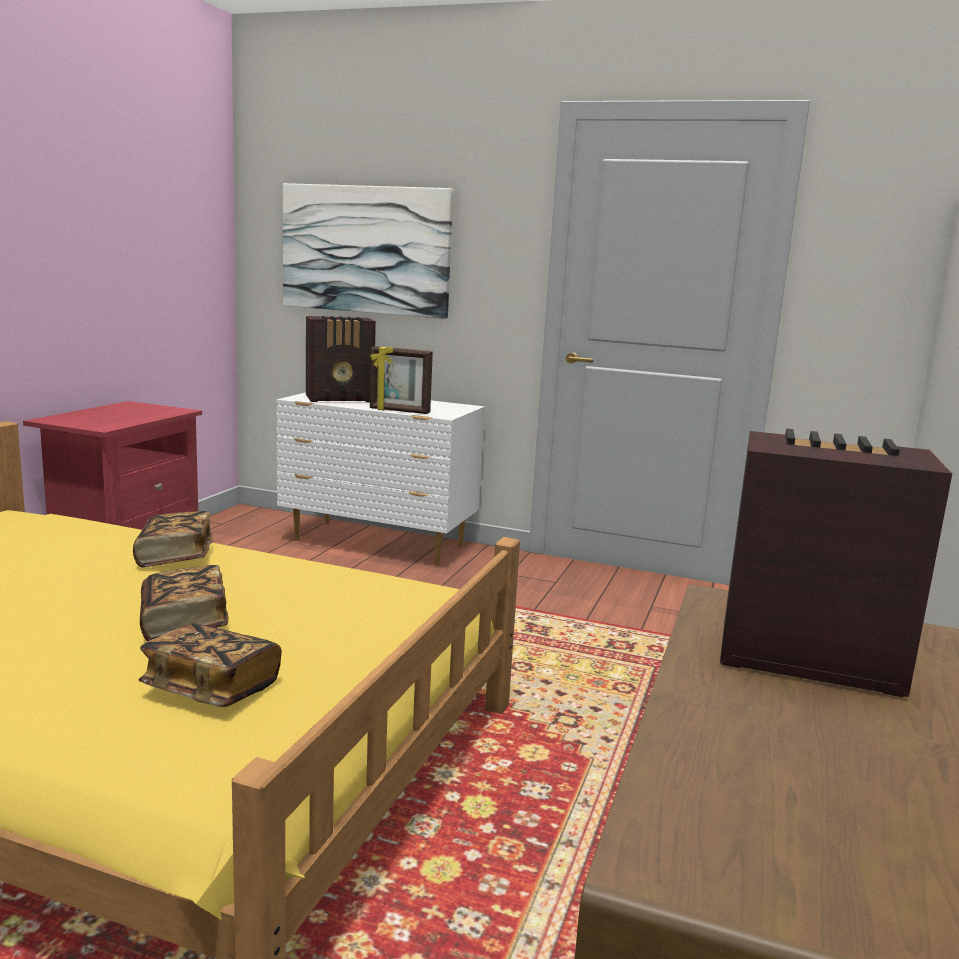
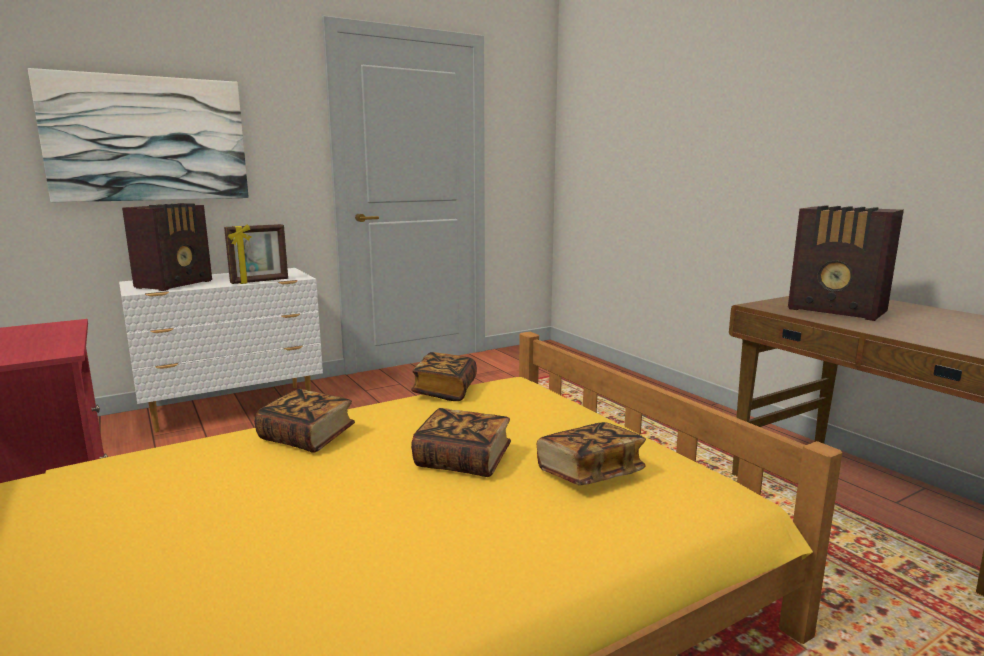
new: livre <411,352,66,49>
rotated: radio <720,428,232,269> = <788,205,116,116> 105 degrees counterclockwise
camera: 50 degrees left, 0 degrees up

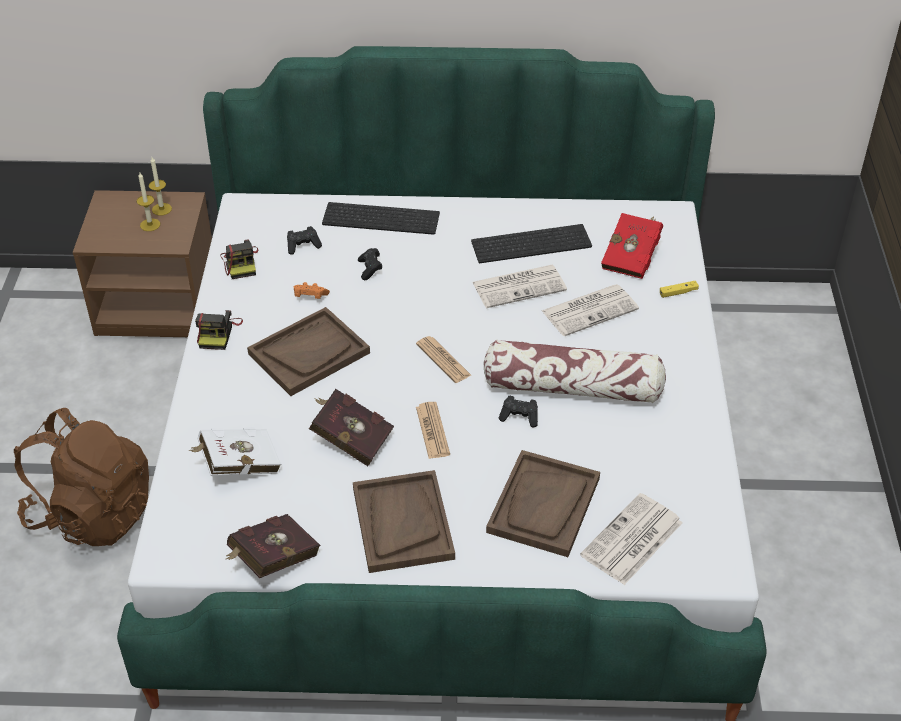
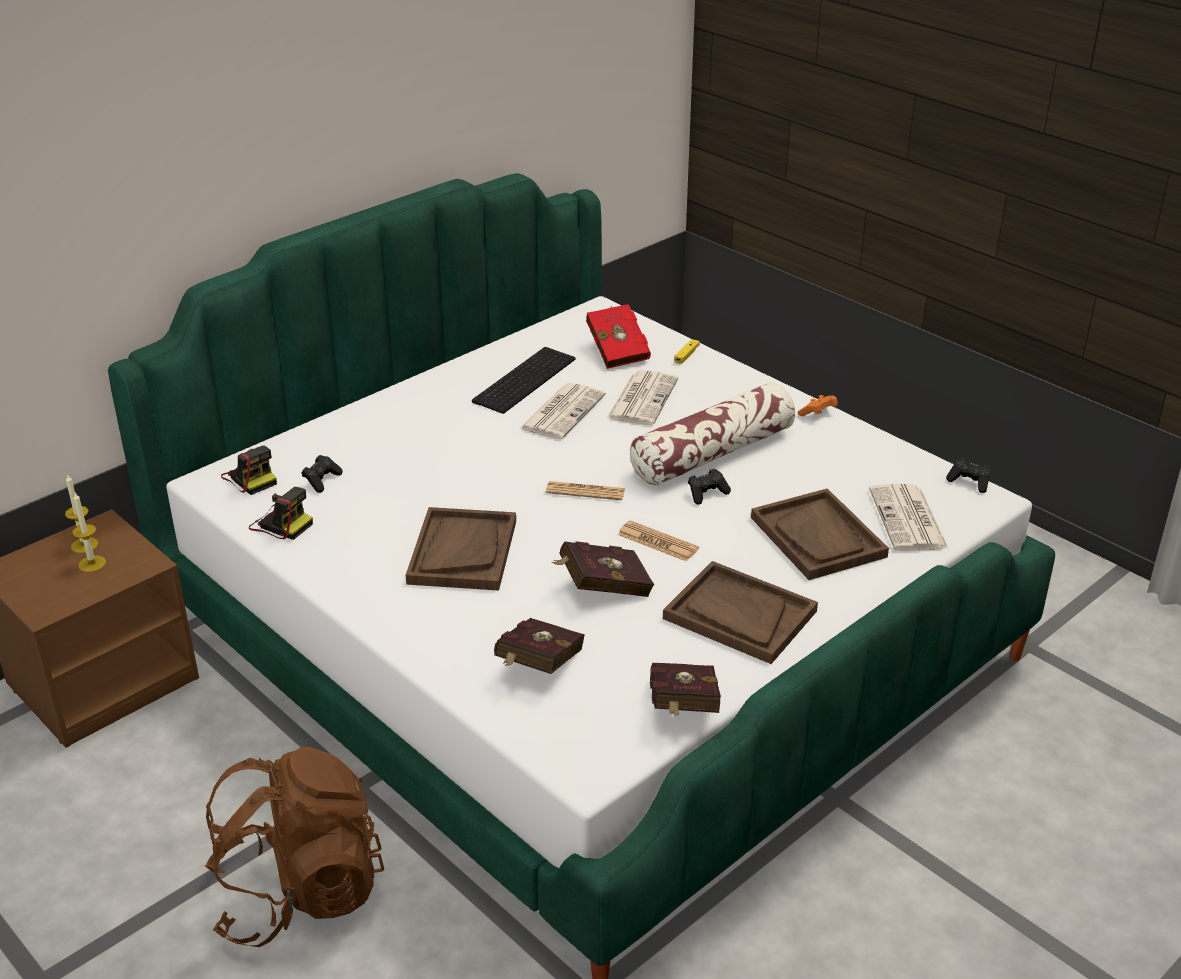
gone: clavier <322,202,118,33>
shifted: manette [noir] <358,248,25,32> to <946,457,45,36>; manette [orange] <294,282,36,17> to <798,395,40,21>; appareil photo <195,310,48,40> to <221,445,56,50>
repainted: livre [blanc] <189,427,92,49> to livre [rouge] <494,618,91,56>
camera: 45 degrees left, 10 degrees down

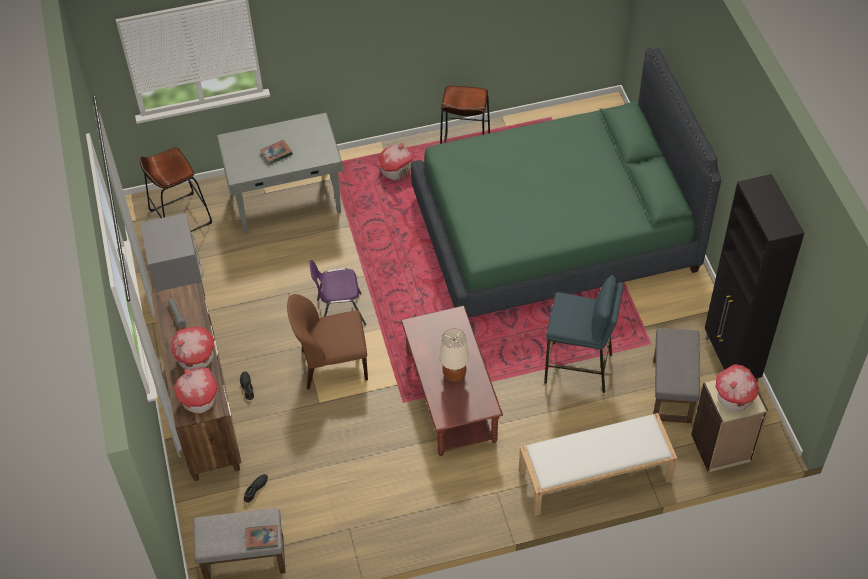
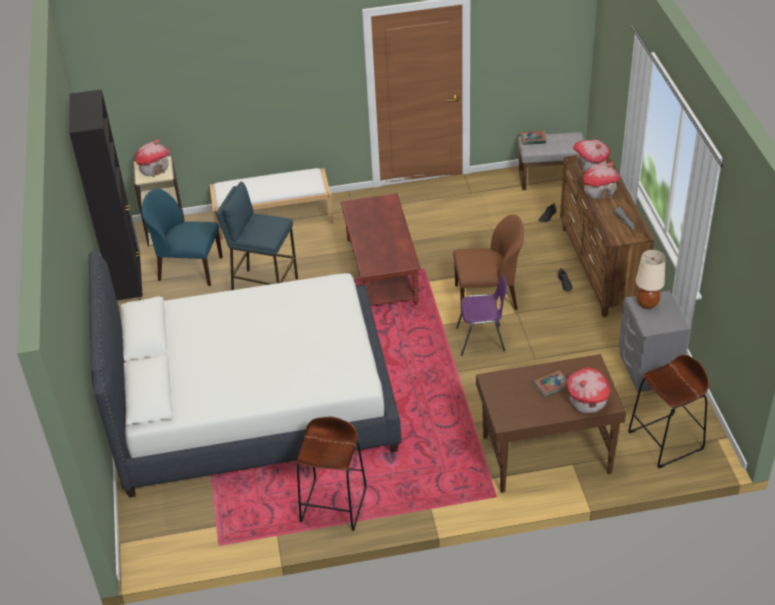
shifted: maison miniature <379,143,35,37> to <567,367,44,46>; lampe de table [beige] <440,328,29,54> to <636,250,29,59>
swapped: pouf [gris] <653,328,47,95> to chaise [bleu] <141,189,82,97>
repainted: lit [vert] <411,48,310,270> to lit [blanc] <89,251,312,247>; bureau [gris] <216,113,127,121> to bureau [marron] <476,354,150,139>
camera: 175 degrees left, 10 degrees down

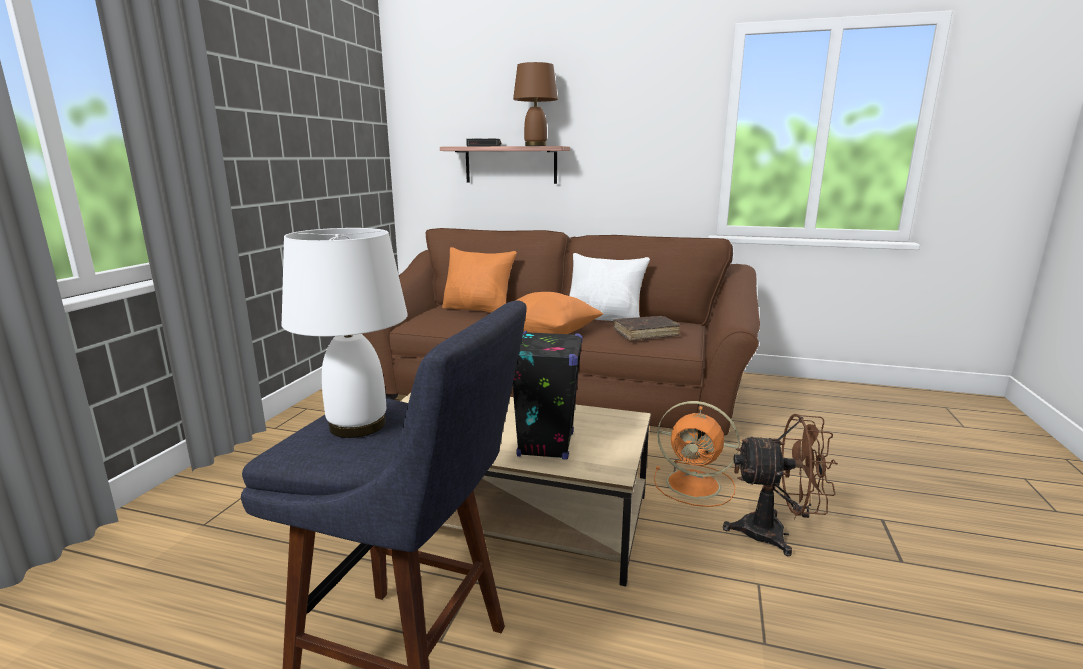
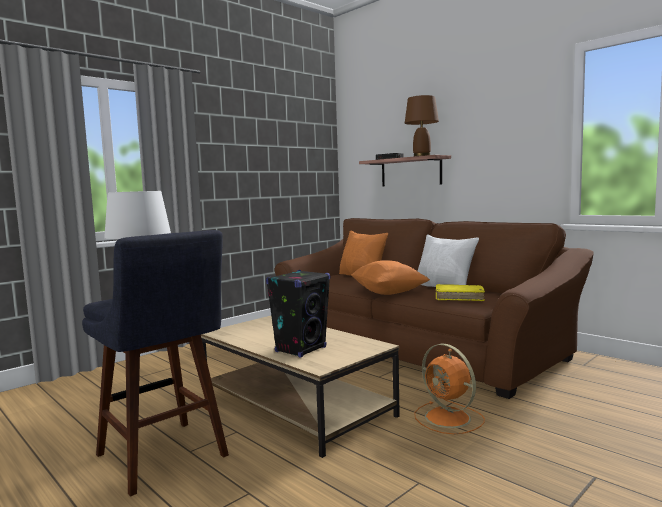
gone: ventilateur [marron] <723,414,115,142>
repainted: livre [marron] <613,316,67,25> to livre [jaune] <436,284,49,17>
camera: 30 degrees right, 10 degrees down

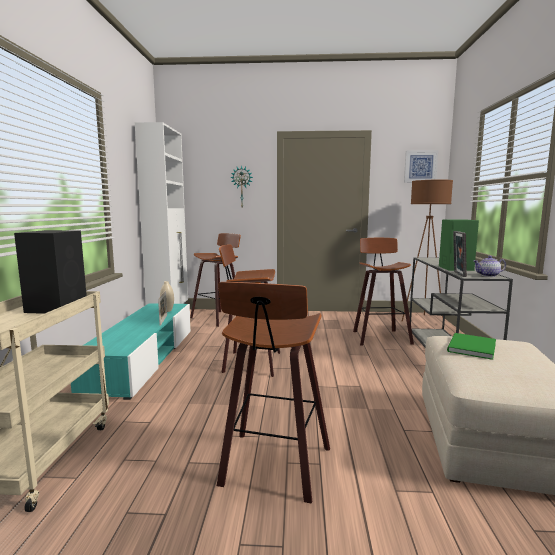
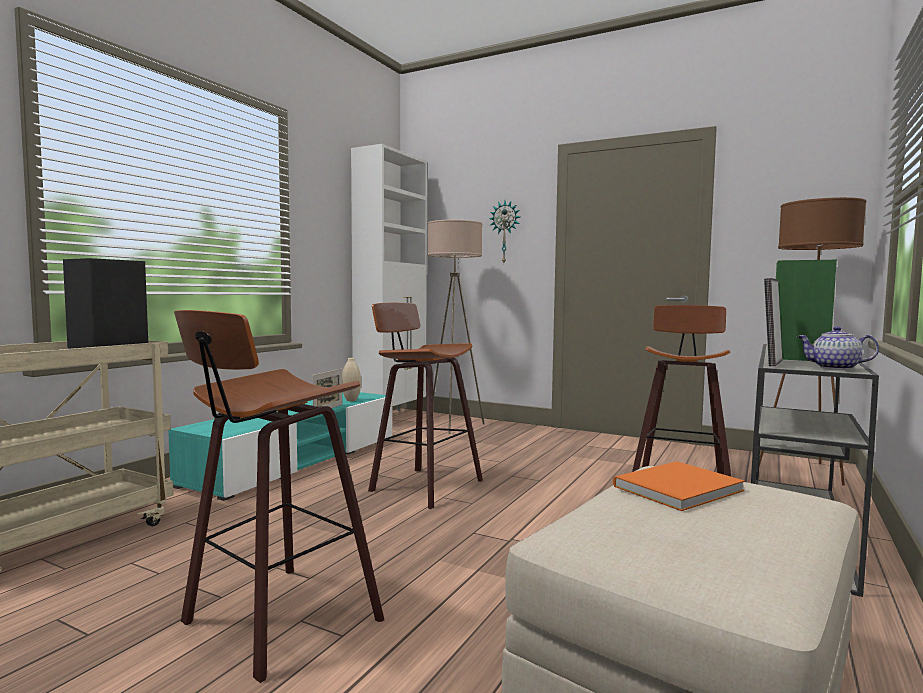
gone: tableau <404,150,34,33>
swapped: tabouret <190,233,51,94> to lampadaire [beige] <428,220,57,214>
repainted: livre [vert] <447,333,49,27> to livre [orange] <613,461,132,50>
camera: 25 degrees right, 5 degrees down

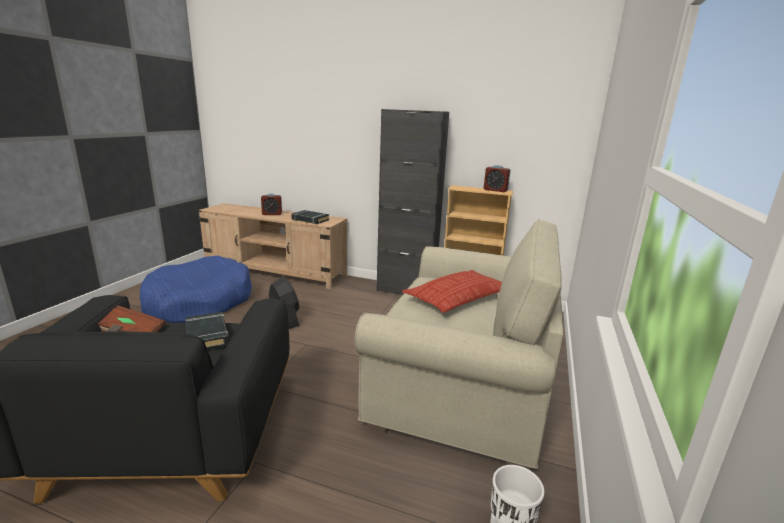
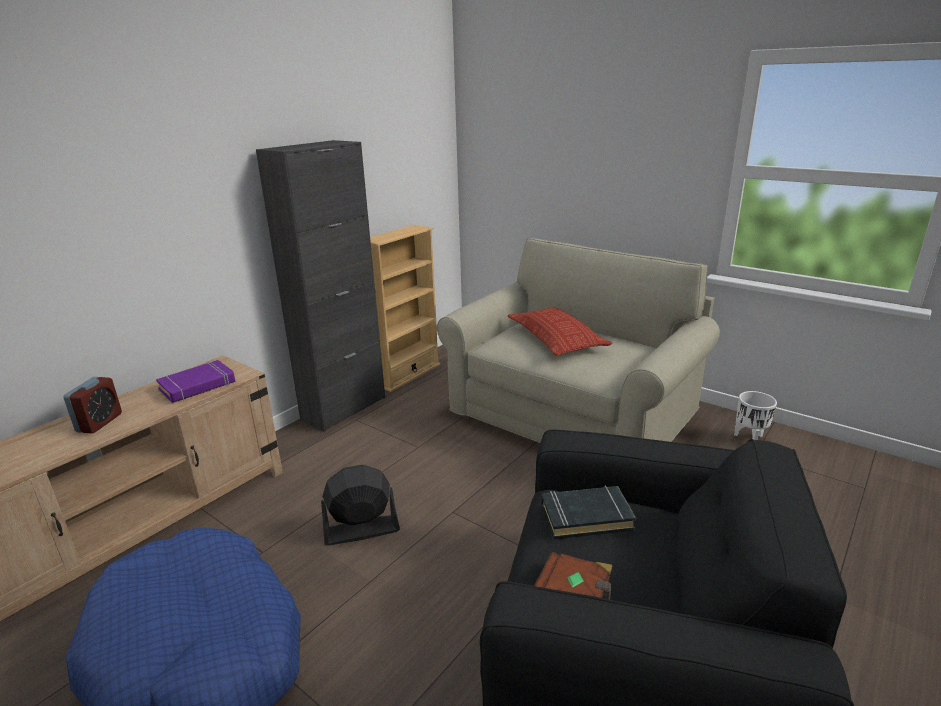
gone: réveil <484,165,27,27>
repainted: livre [noir] <291,210,38,14> to livre [violet] <156,360,80,43>
camera: 70 degrees left, 5 degrees up

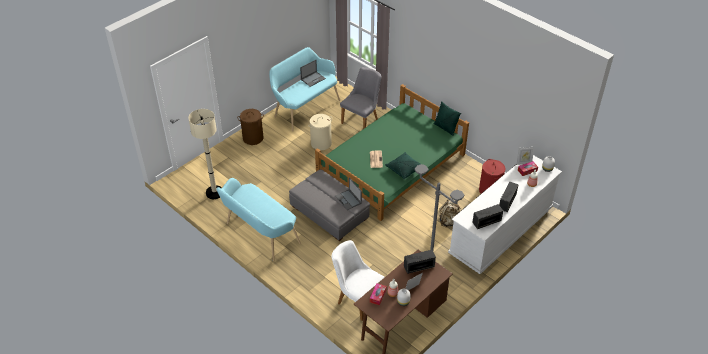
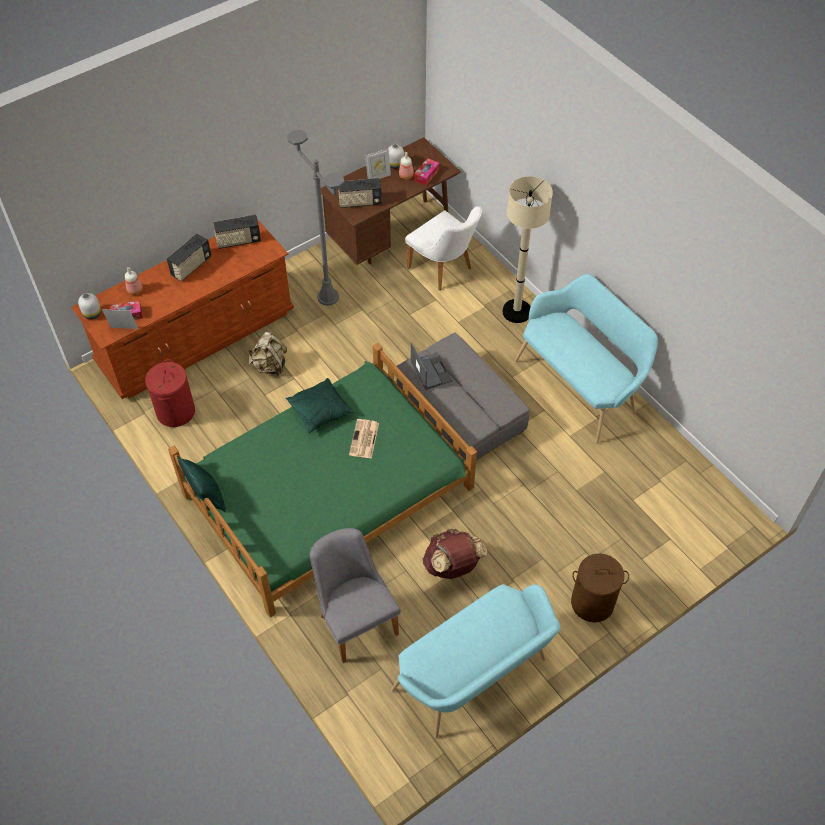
gone: ordinateur portable <300,60,26,27>
shifted: lampadaire [beige] <188,109,34,90> to <503,176,50,147>
swapped: panier à linge [beige] <308,114,24,36> to sac à dos [marron] <423,529,65,50>
repainted: commode [blanc] <448,155,114,119> to commode [marron] <71,219,223,180>
rotated: chaise [gris] <340,67,41,62> = <310,528,91,135> 105 degrees clockwise
camera: 170 degrees left, 10 degrees up

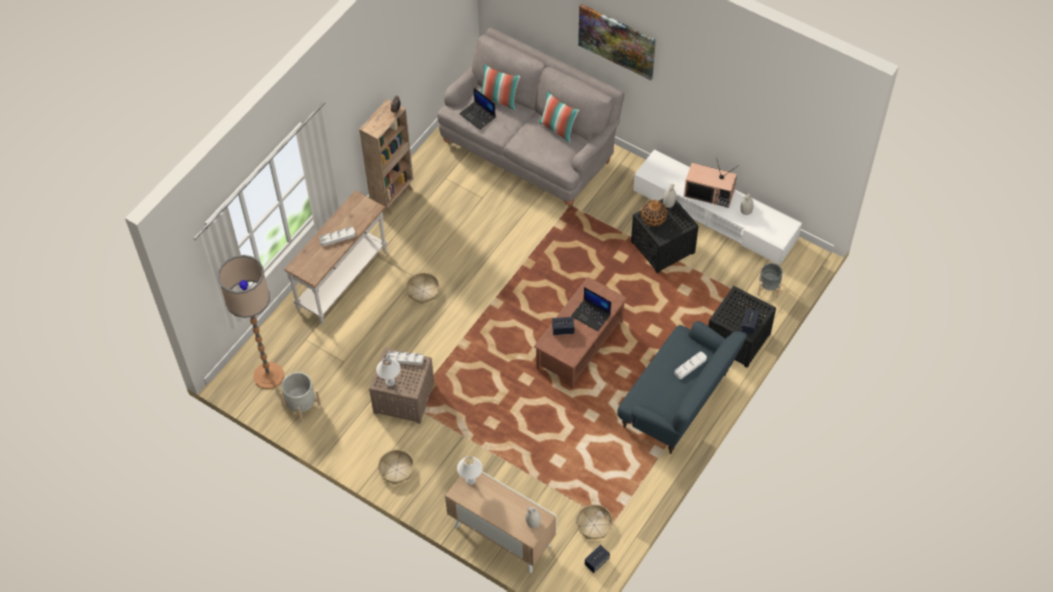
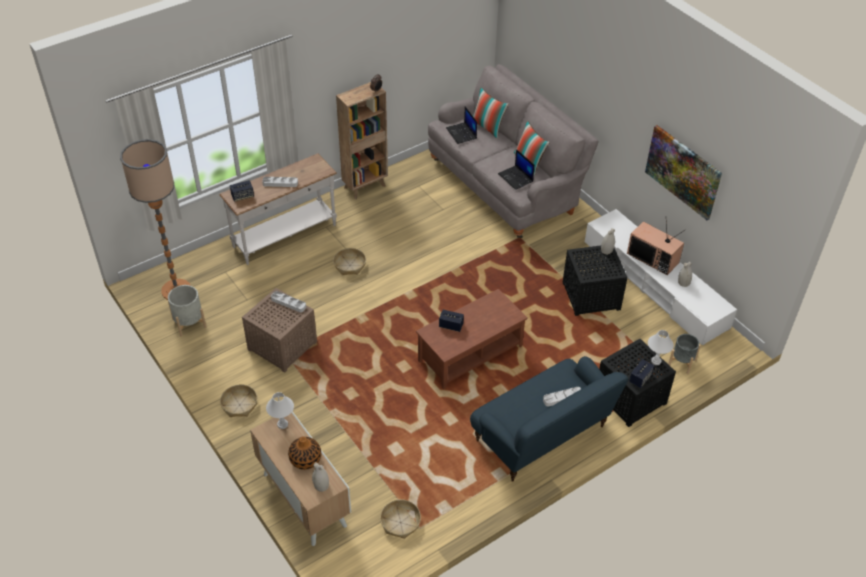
shifted: tableau <578,4,78,76> to <645,125,77,95>; vase <641,200,26,26> to <288,436,33,34>; ordinateur portable <571,287,40,44> to <498,149,37,41>; lampe de table [blanc] <376,357,25,29> to <648,330,26,35>; enceinte <585,545,25,28> to <230,180,24,22>
camera: 20 degrees right, 10 degrees down

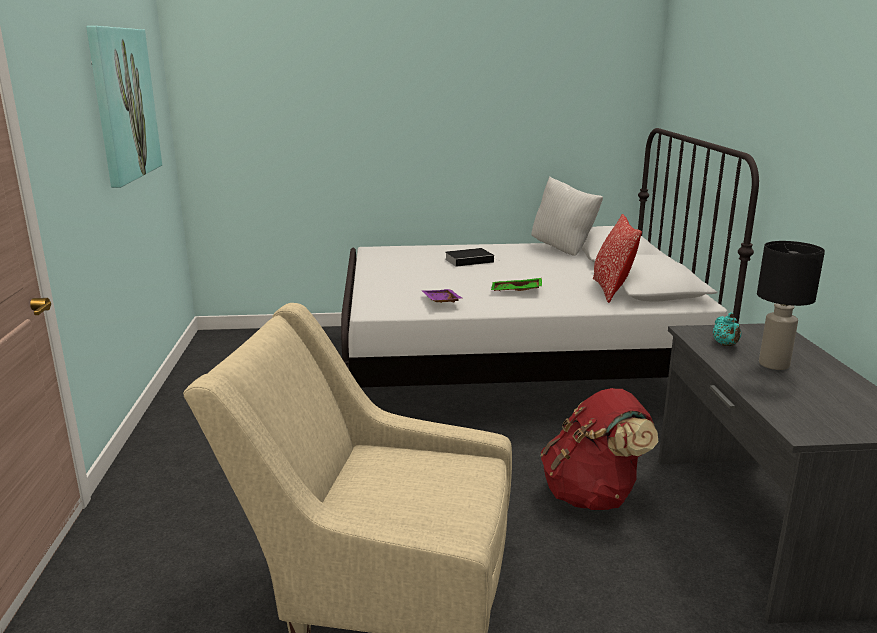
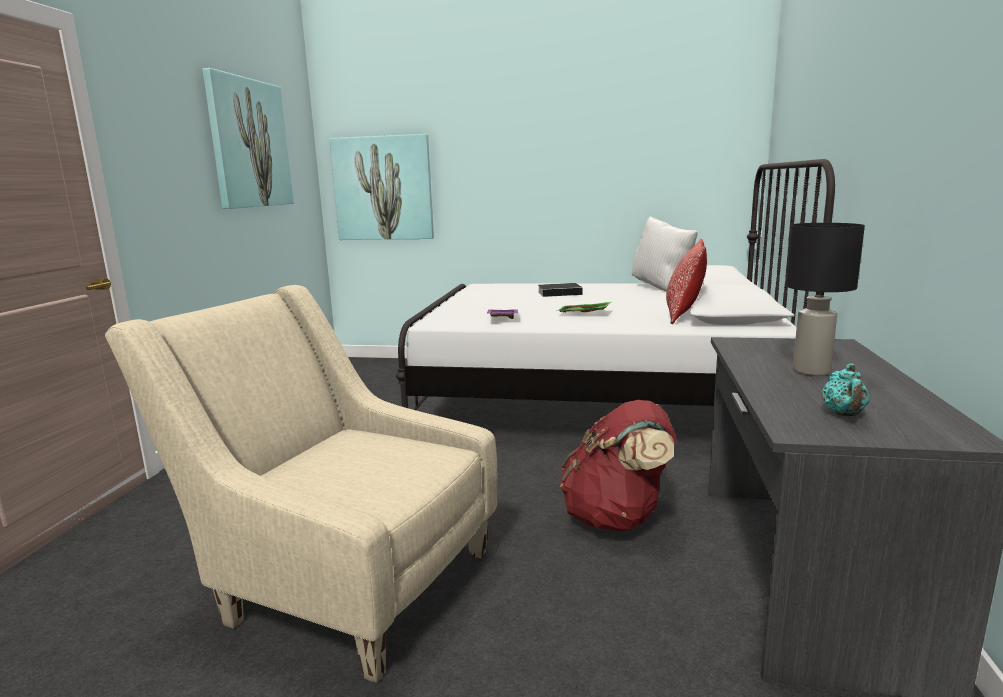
new: tableau <329,134,105,106>
shifted: théière [turquoise] <713,312,29,34> to <822,363,48,53>
camera: 15 degrees right, 5 degrees down

